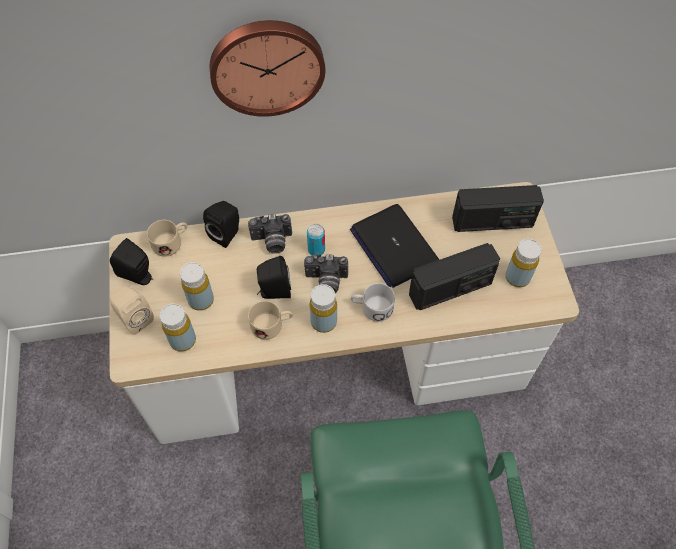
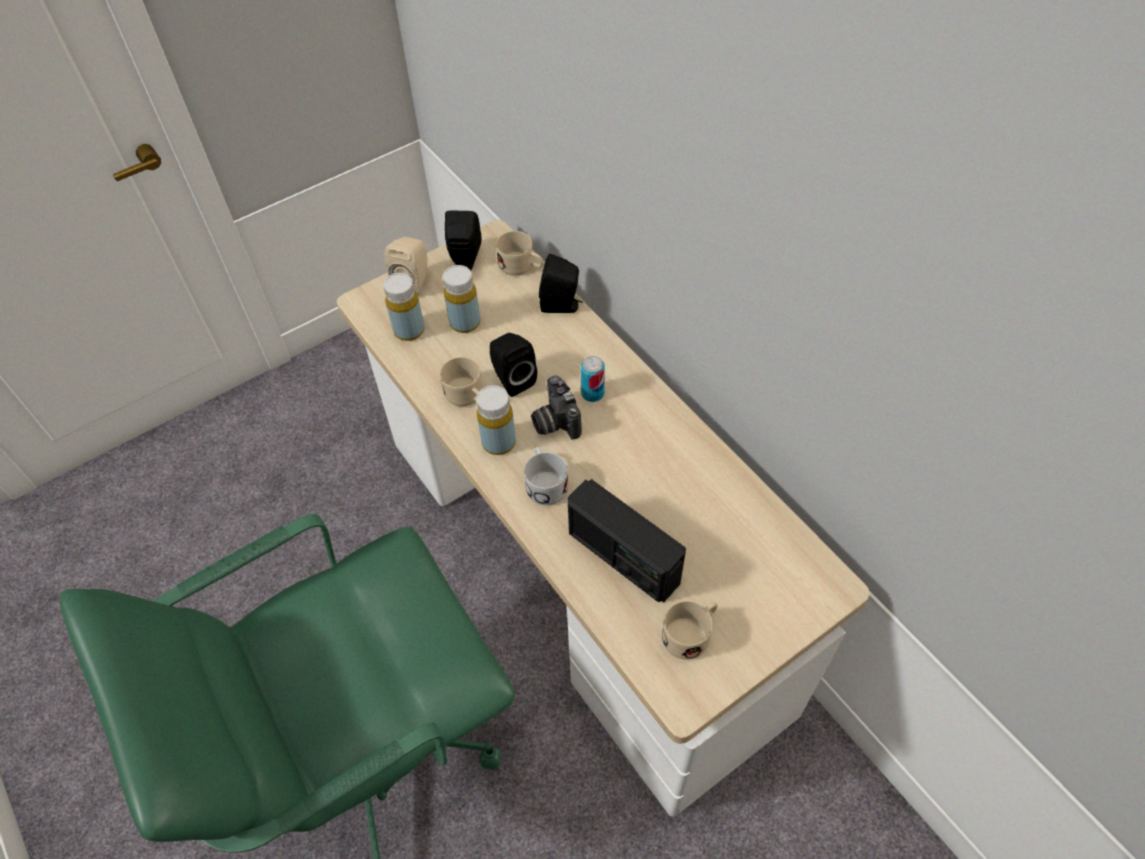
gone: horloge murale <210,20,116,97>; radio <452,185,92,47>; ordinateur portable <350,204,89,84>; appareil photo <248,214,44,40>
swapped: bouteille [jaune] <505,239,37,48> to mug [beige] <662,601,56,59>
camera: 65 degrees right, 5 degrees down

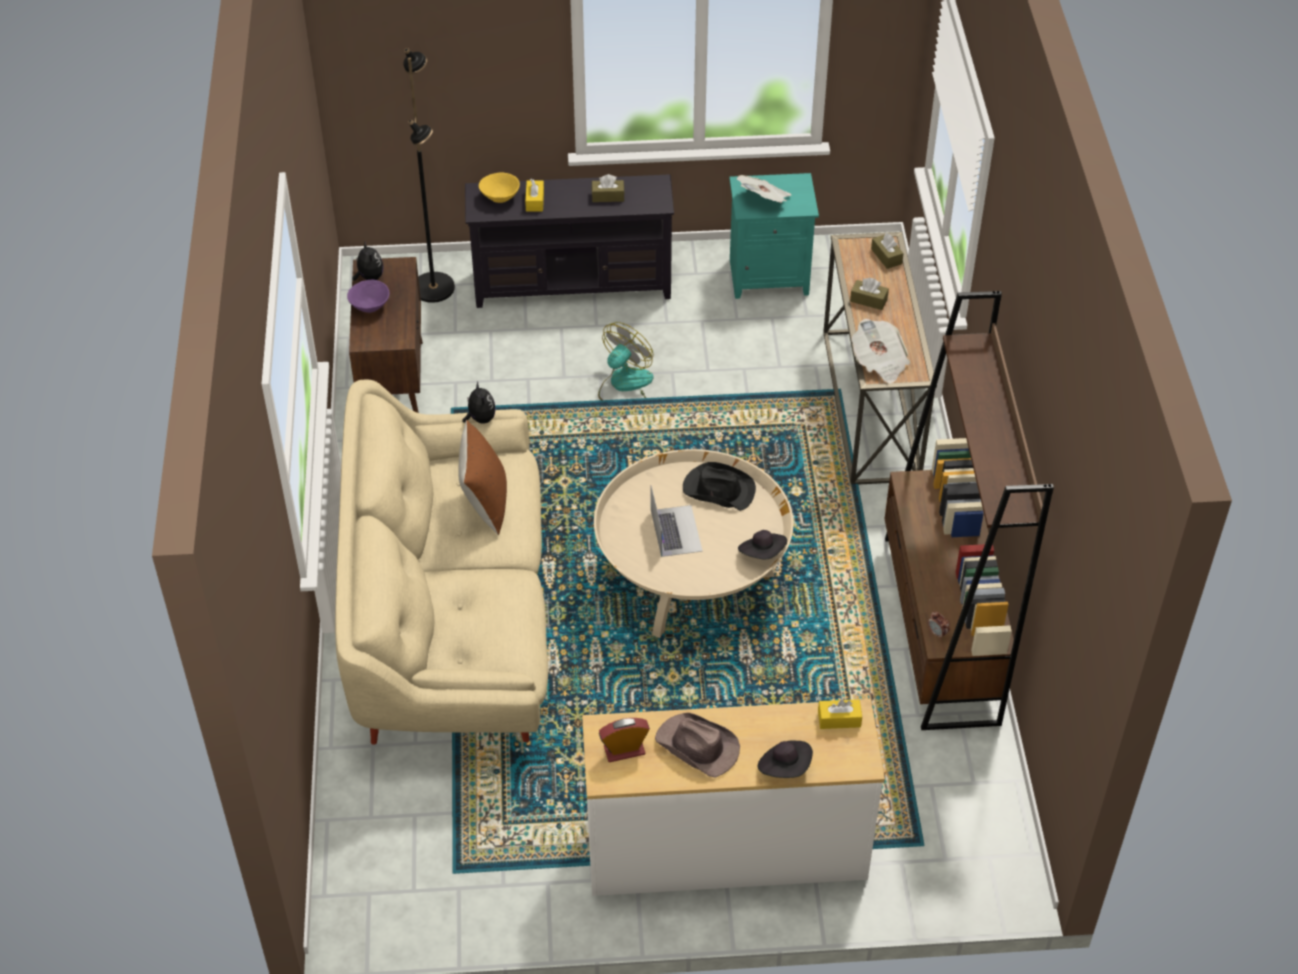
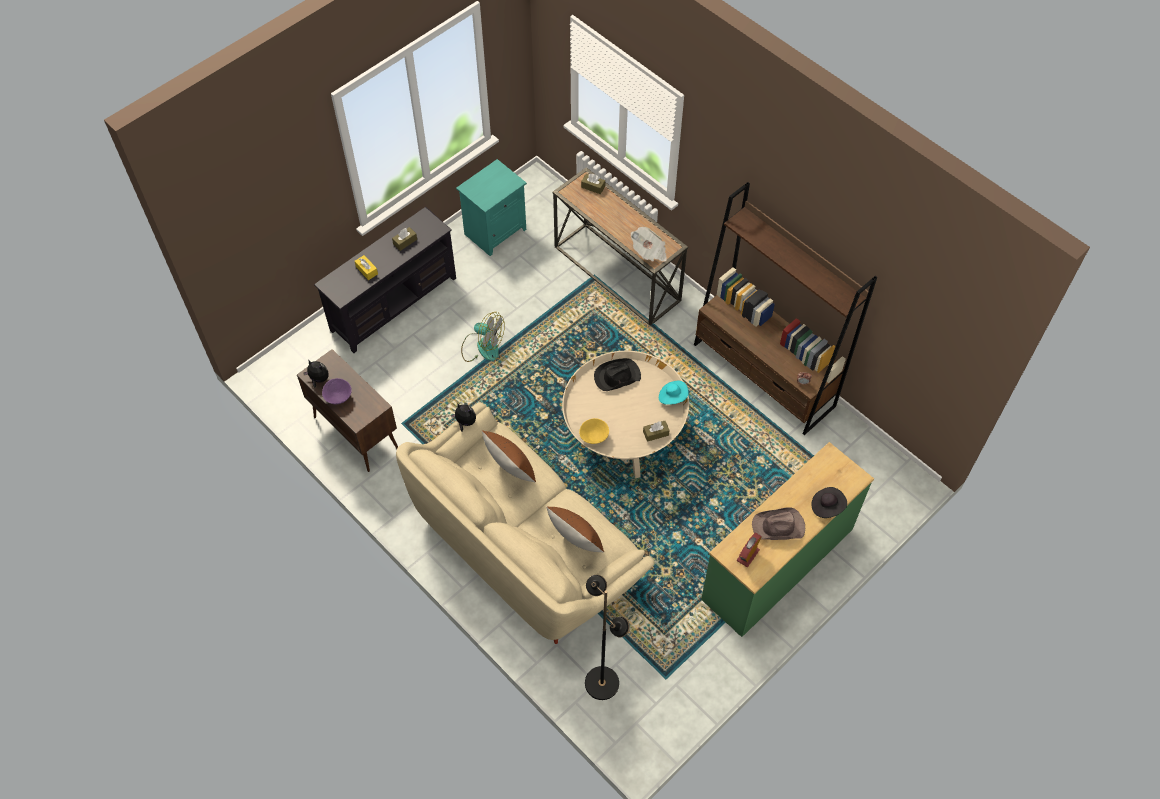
gone: journal <737,175,55,28>; ordinateur portable <651,486,51,71>; boîte à mouchoirs [jaune] <818,699,44,30>
new: coussin [marron] <546,506,58,47>
shifted: lampadaire [noir] <403,48,52,255> to <585,575,45,125>; bol [jaune] <479,172,41,31> to <579,418,30,26>; boîte à mouchoirs [marron] <850,278,39,32> to <643,421,27,21>
repainted: chapeau [noir] <738,530,49,29> to chapeau [turquoise] <659,380,29,25>; commode [blanc] <582,699,303,197> to commode [vert] <701,442,173,195>
rotated: ventilateur <598,322,56,79> = <461,312,44,50> 120 degrees clockwise
camera: 40 degrees left, 10 degrees up

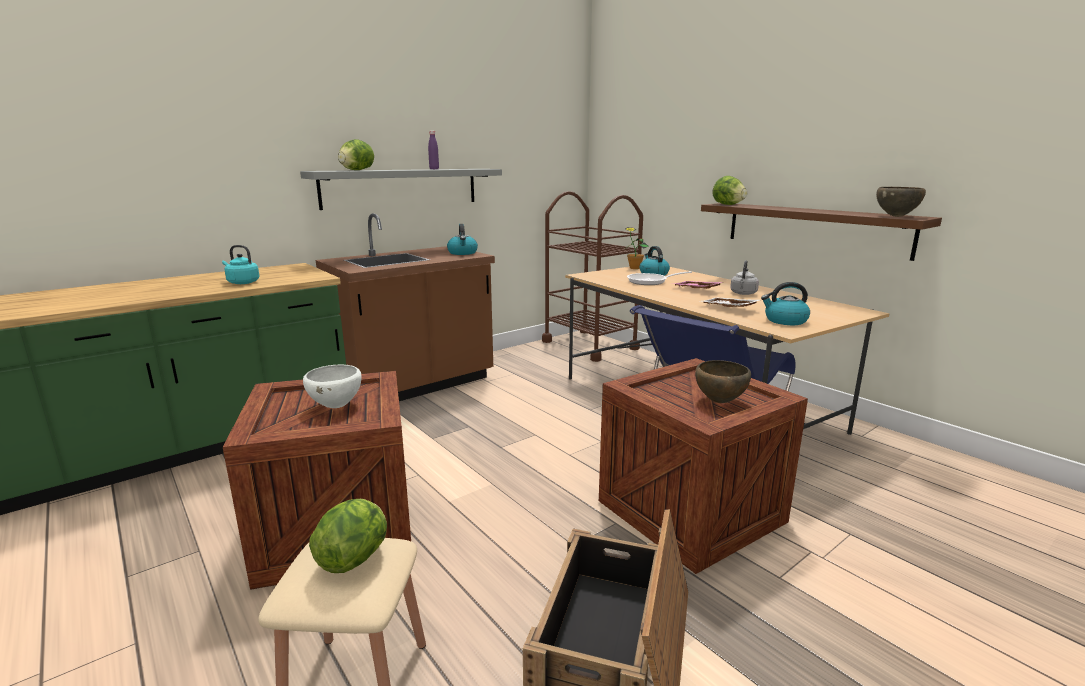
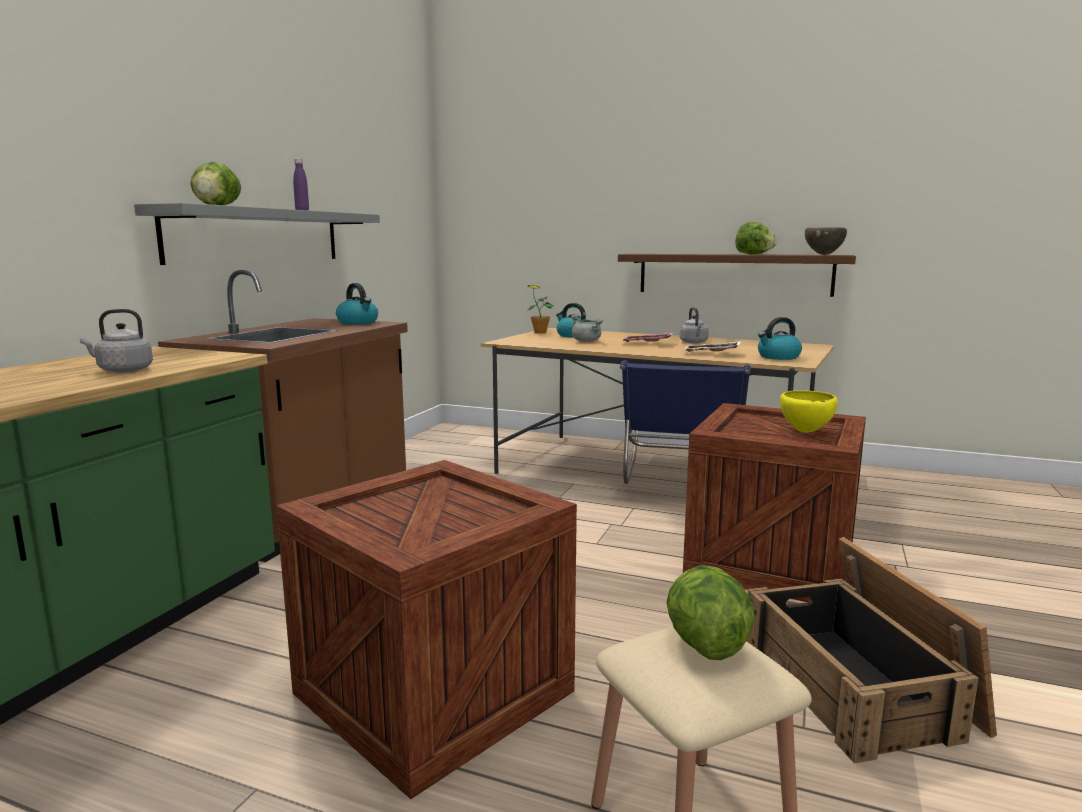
gone: chariot [marron] <542,191,101,171>; bol [blanc] <303,364,59,44>
shifted: laitue <712,176,35,29> to <736,222,41,32>
swapped: poêle <627,271,65,14> to marmite [gris] <571,314,32,28>
repainted: bouilloire [turquoise] <222,245,38,39> to bouilloire [gris] <80,309,73,64>; bol [marron] <695,360,56,43> to bol [jaune] <780,390,58,42>
camera: 30 degrees left, 5 degrees down

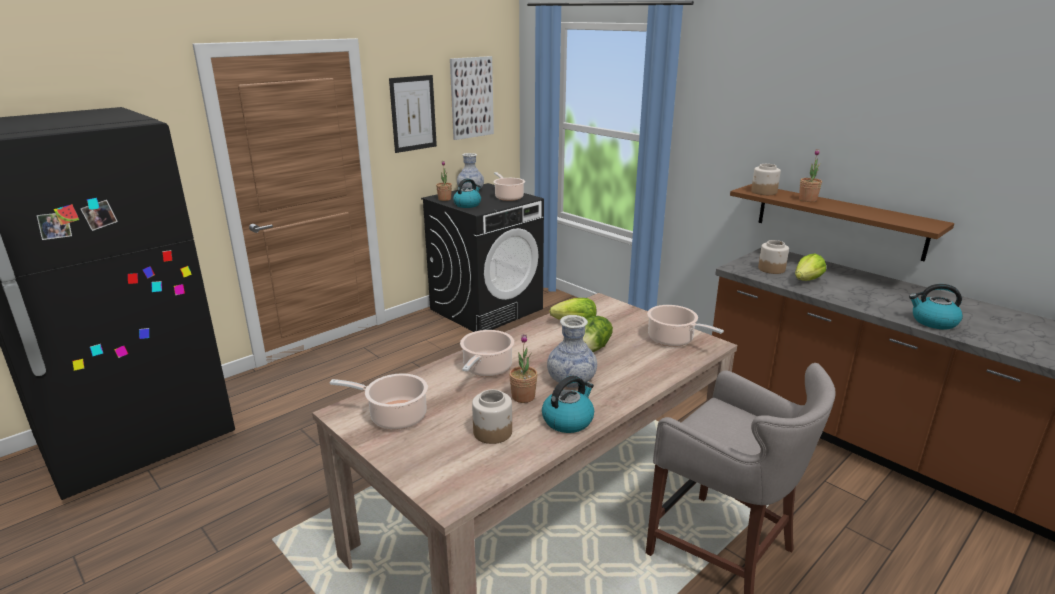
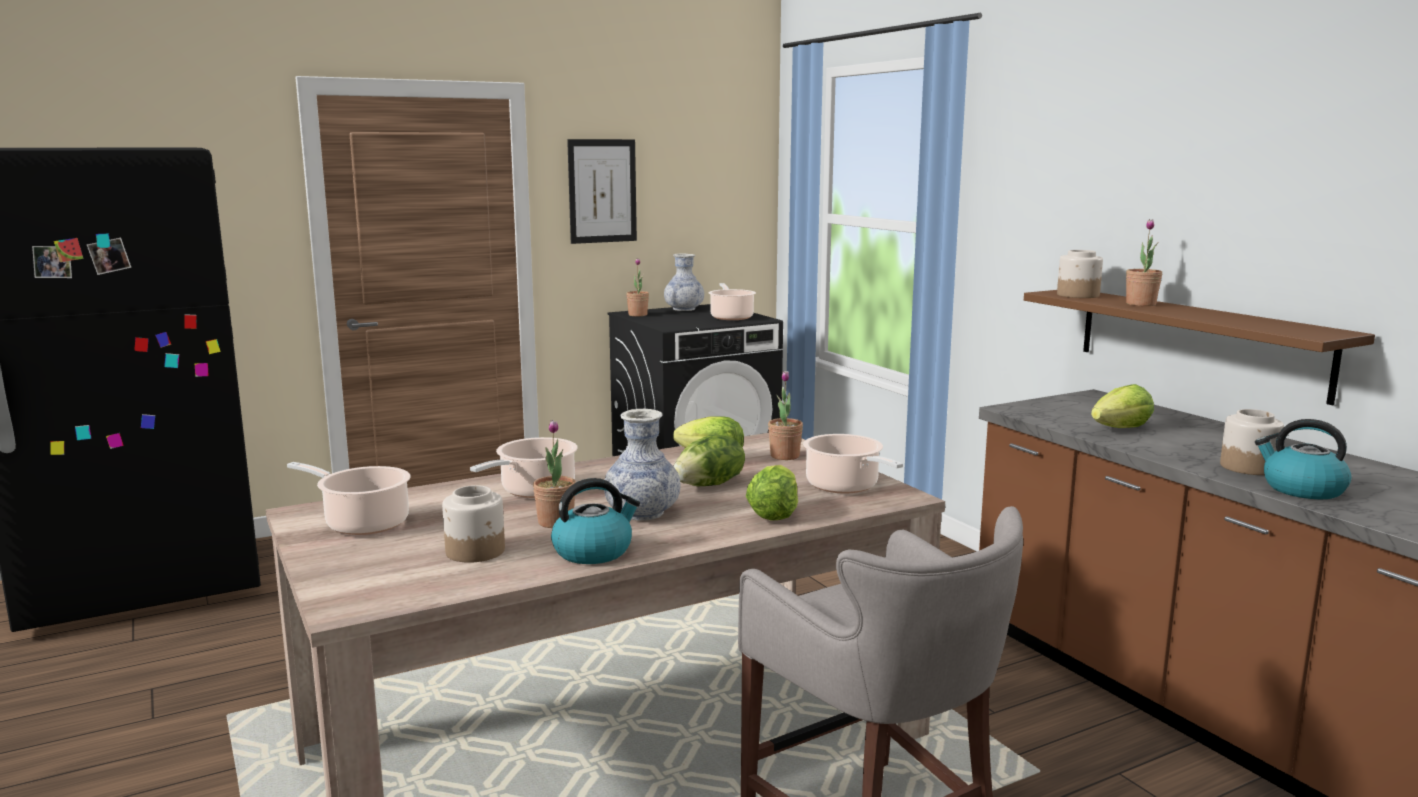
gone: tableau <450,56,44,84>; bouilloire <453,178,28,30>
new: plante en pot <768,371,35,89>; laitue <746,465,52,56>
shifted: bocal <758,240,31,34> to <1220,409,64,66>
camera: 15 degrees right, 10 degrees down

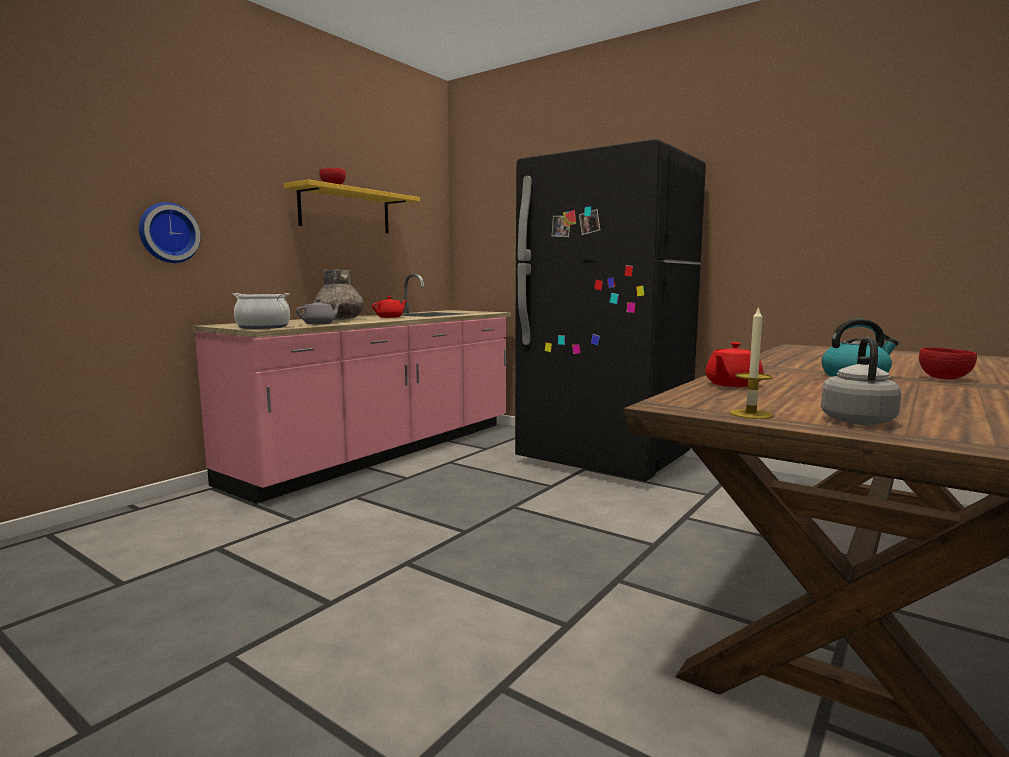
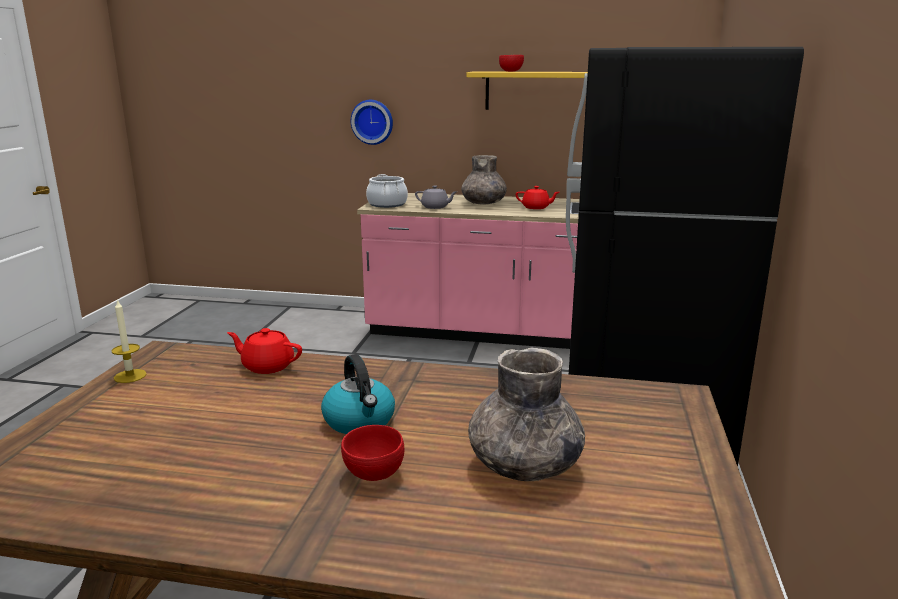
gone: bouilloire [gris] <821,337,80,88>
new: vase [gris] <468,348,117,133>
camera: 65 degrees right, 10 degrees up

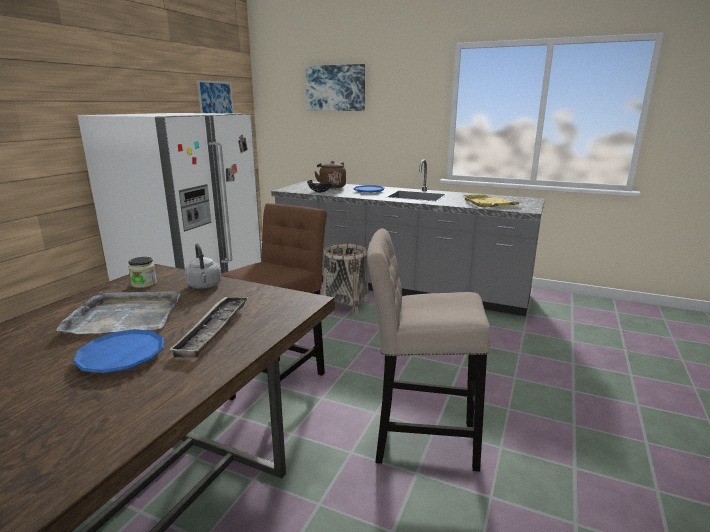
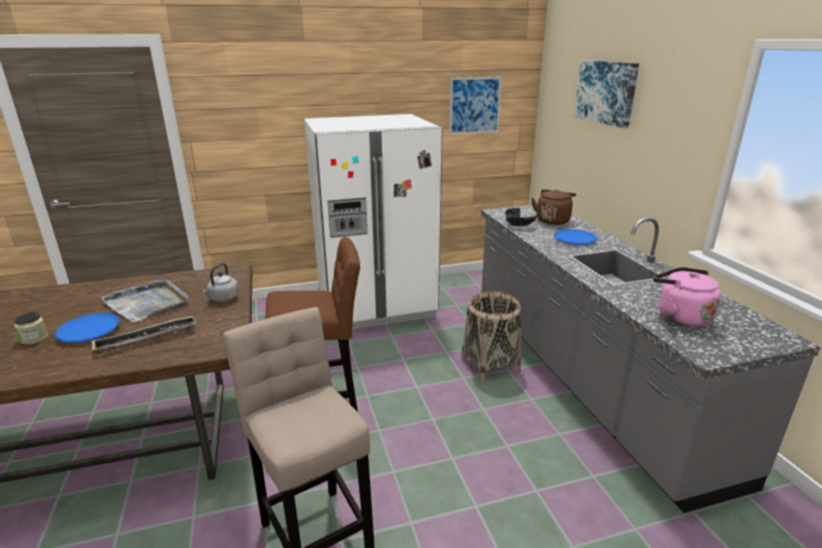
shifted: bocal <128,257,29,31> to <14,312,34,33>
swapped: plateau [jaune] <463,195,56,12> to bouilloire [rose] <653,267,68,60>
camera: 50 degrees right, 5 degrees up

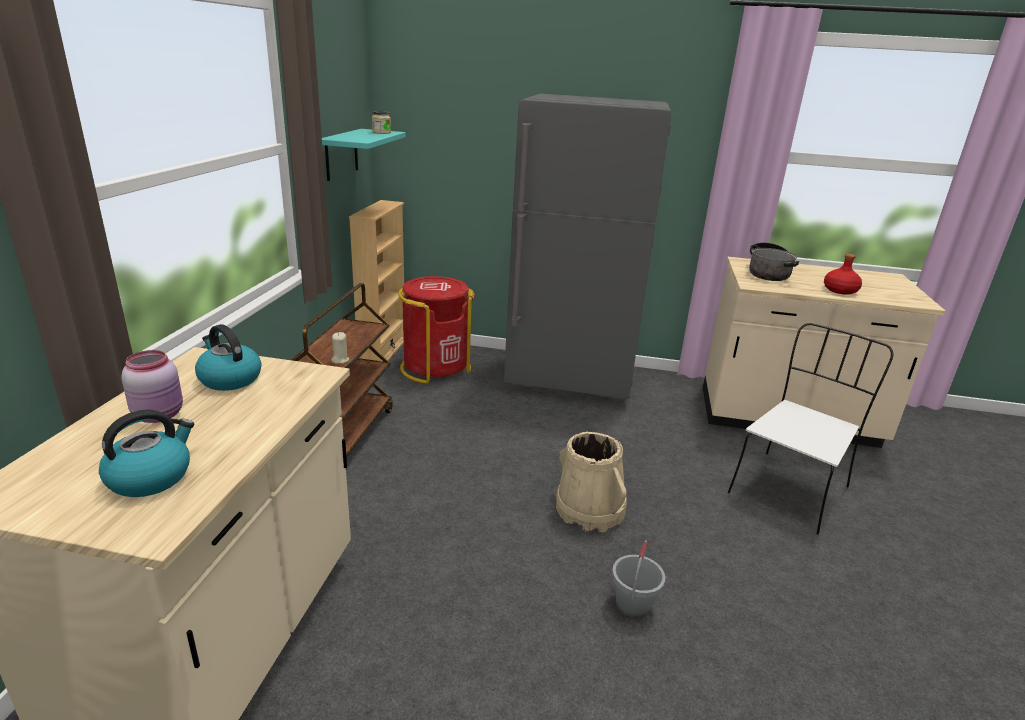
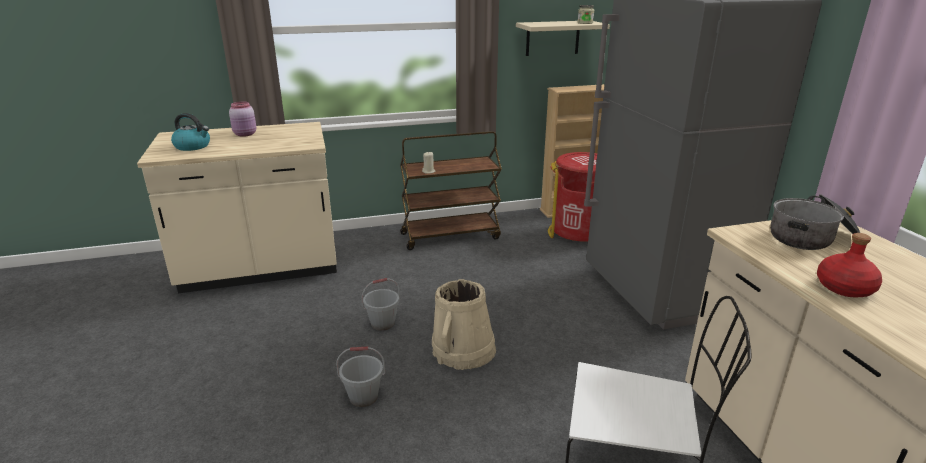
gone: bouilloire <195,324,67,67>
new: seau [gris] <362,278,38,53>
repainted: étagère [turquoise] <322,129,84,52> to étagère [beige] <516,21,94,35>
camera: 65 degrees right, 0 degrees up

